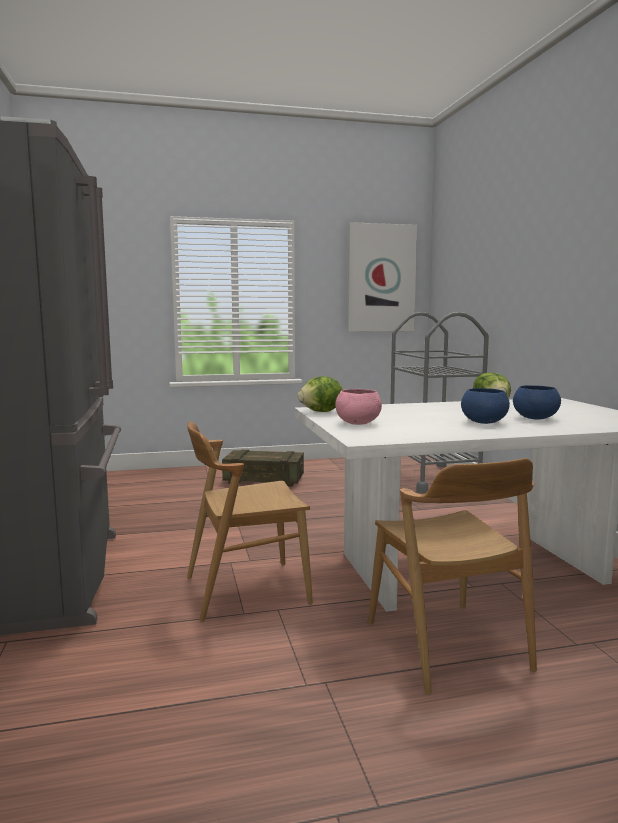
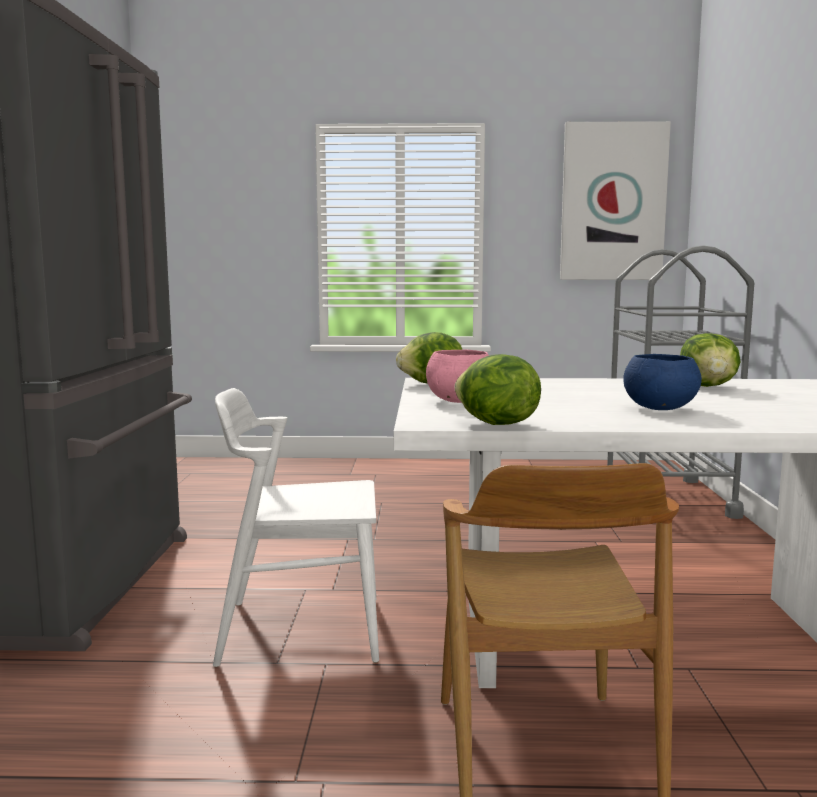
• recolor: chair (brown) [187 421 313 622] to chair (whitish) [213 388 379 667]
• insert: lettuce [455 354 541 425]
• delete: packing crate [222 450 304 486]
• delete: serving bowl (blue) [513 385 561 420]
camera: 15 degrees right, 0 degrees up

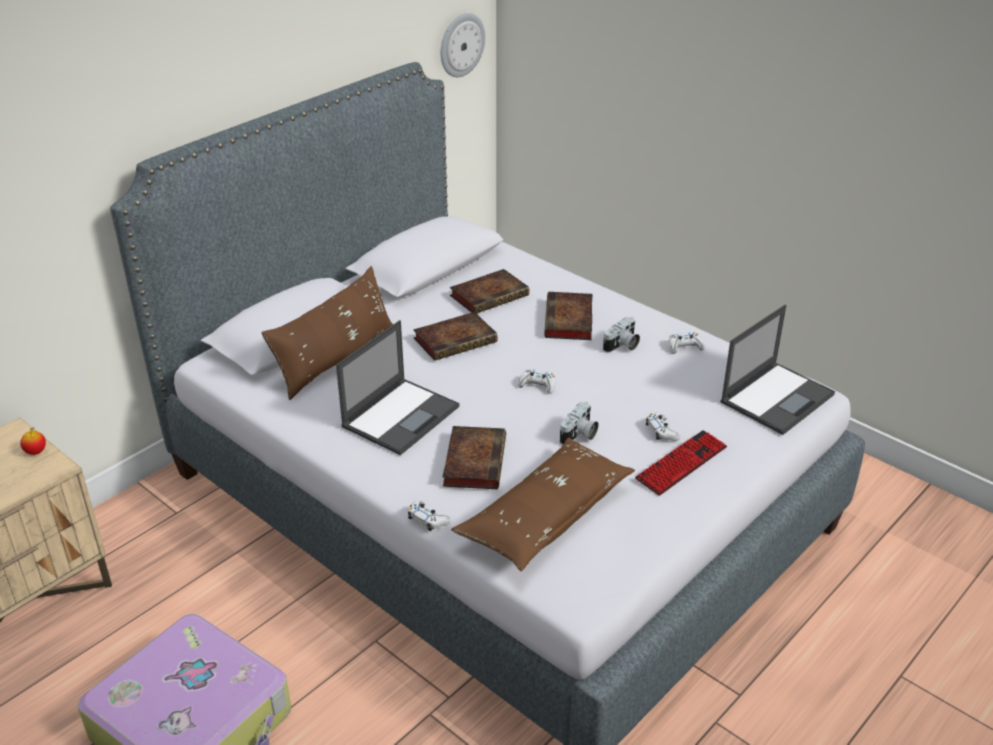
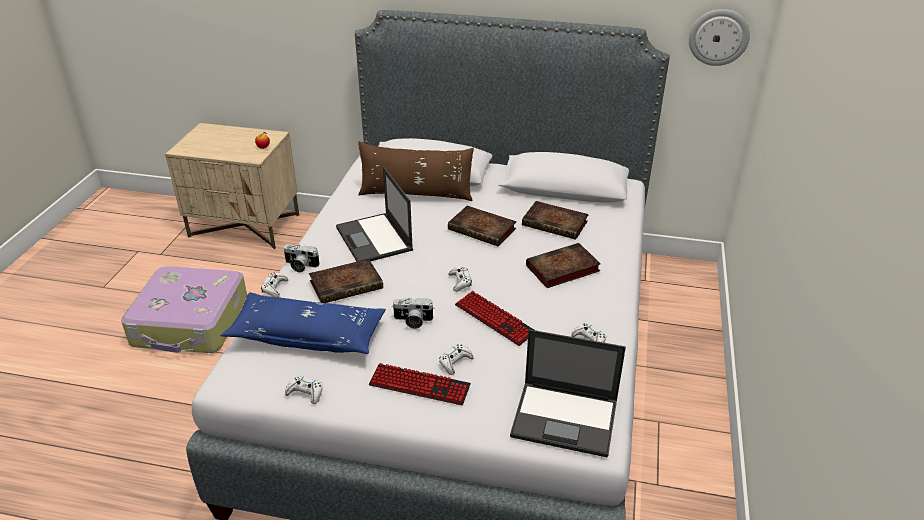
• recolor: throw pillow (brown) [451 438 635 572] to throw pillow (blue) [221 292 386 354]
• move: still camera [603 317 640 353] to [283 244 320 272]
• insert: gamepad (whitish) [285 376 323 404]
• rotate: notebook computer [336 320 459 455] = [336 167 413 262] 60 degrees clockwise
• insert: computer keyboard [455 291 534 346]
camera: 60 degrees right, 0 degrees up

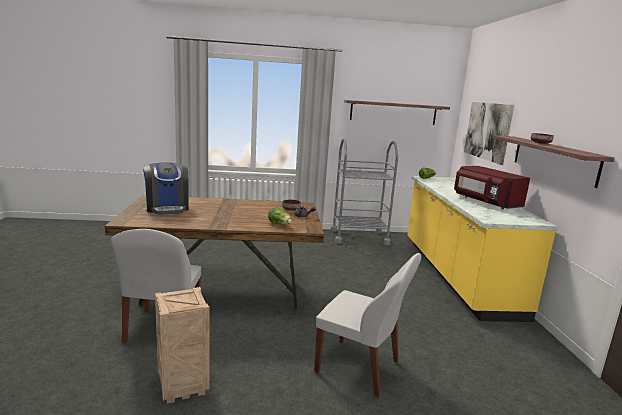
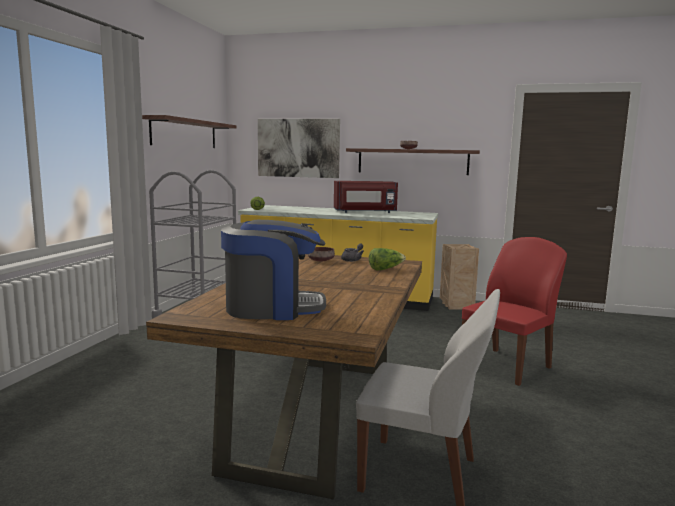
• move: packing crate [155 287 209 404] to [440 244 479 310]
• recolor: chair (whitish) [315 253 421 398] to chair (red) [462 237 567 386]
camera: 70 degrees left, 5 degrees down

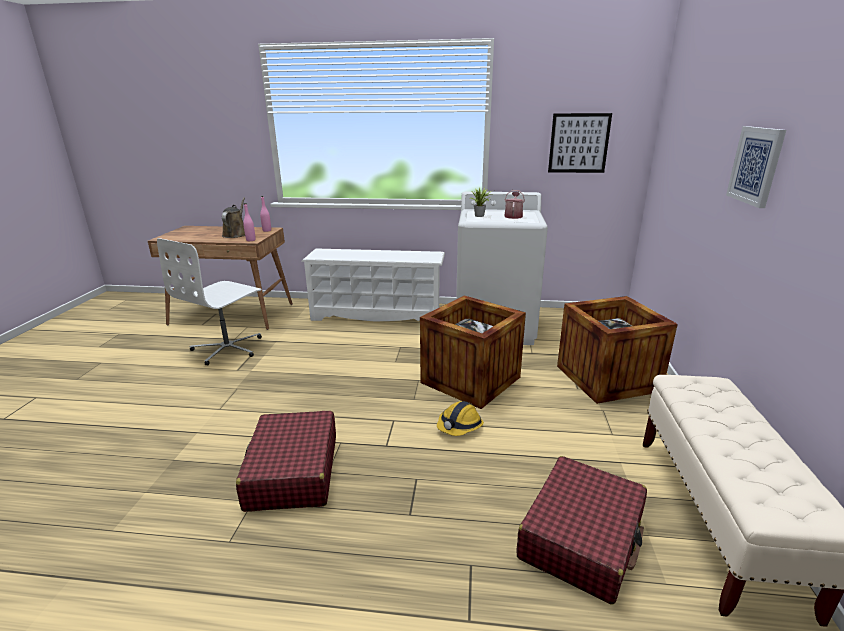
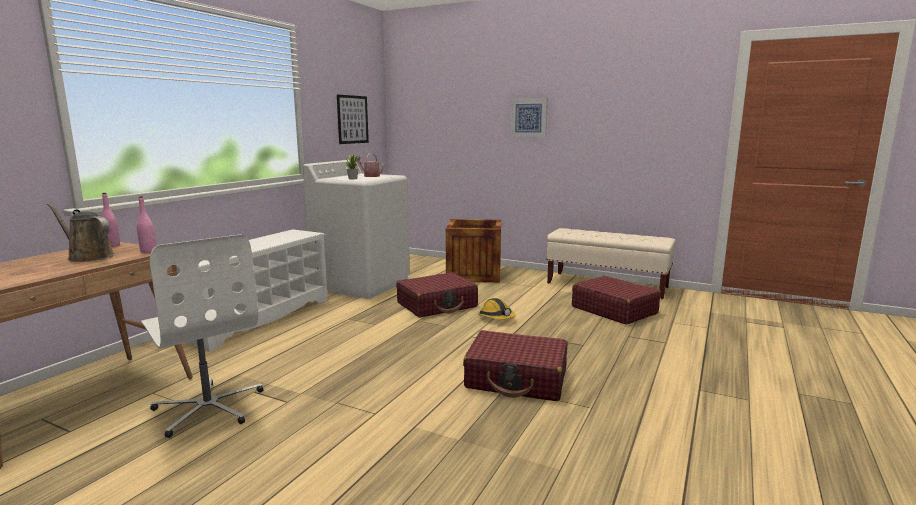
• replace: packing crate [420 295 526 409] to suitcase (red) [396 272 478 317]
camera: 70 degrees left, 10 degrees down

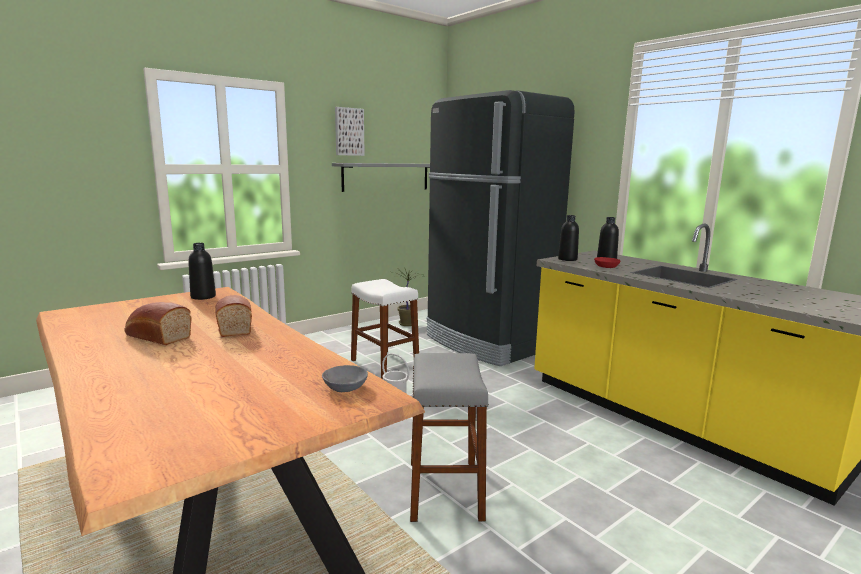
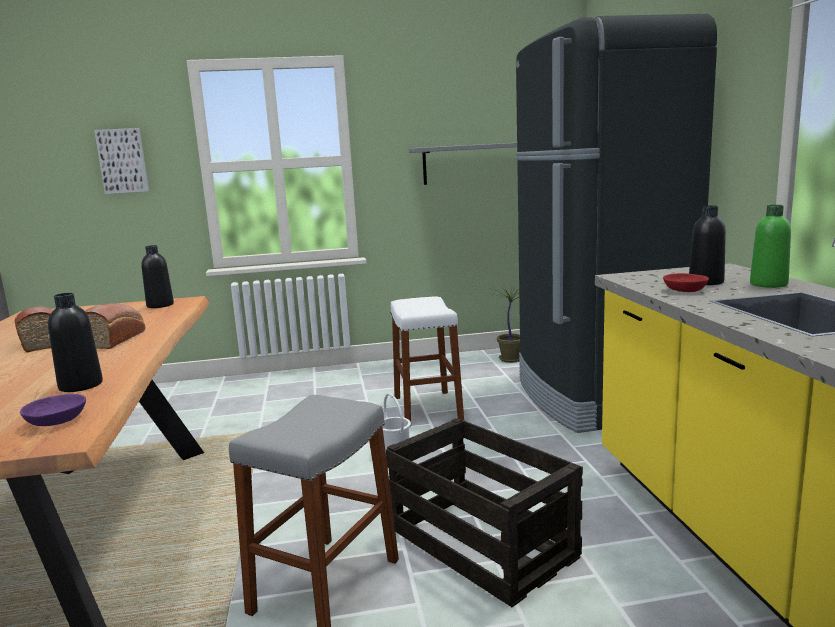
• recolor: serving bowl (gray) [322 365 368 392] to serving bowl (purple-coloured) [20 394 86 426]
• move: drink bottle (black-coloured) [558 215 579 261] to [48 293 103 392]
• move: picture [335 107 365 156] to [94 128 149 194]
• insert: packing crate [386 418 583 607]
• insert: drink bottle (green-coloured) [750 205 791 288]
camera: 30 degrees right, 0 degrees up

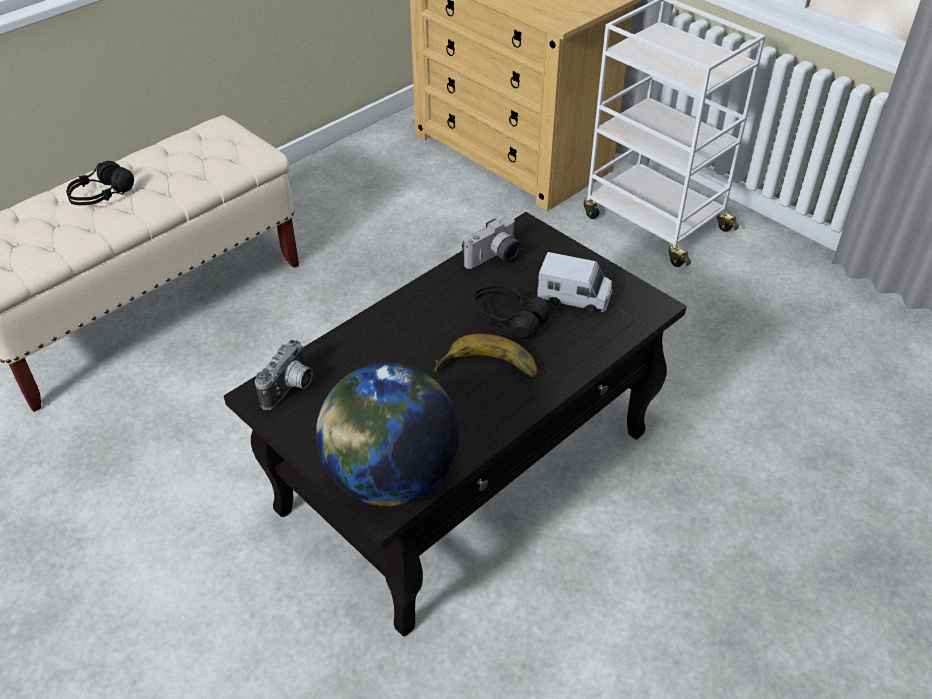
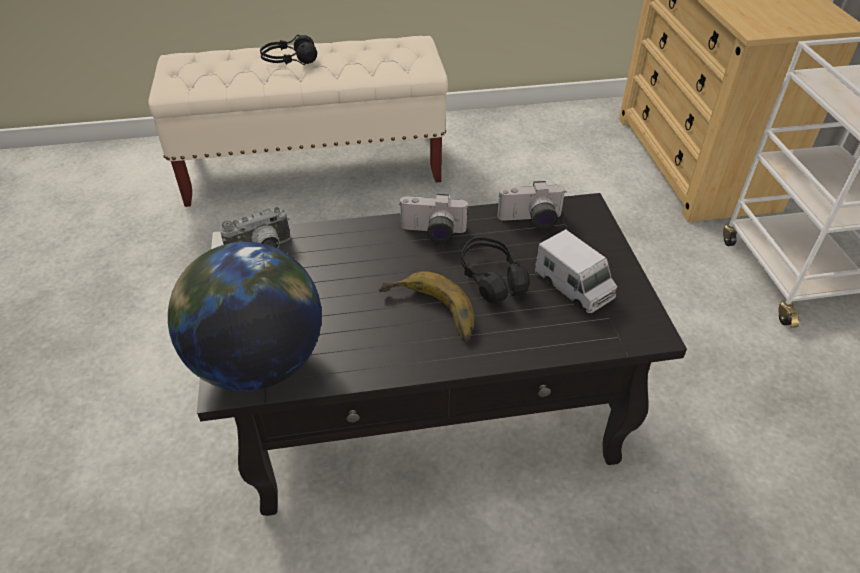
• insert: still camera [399 194 469 244]
camera: 35 degrees right, 0 degrees up

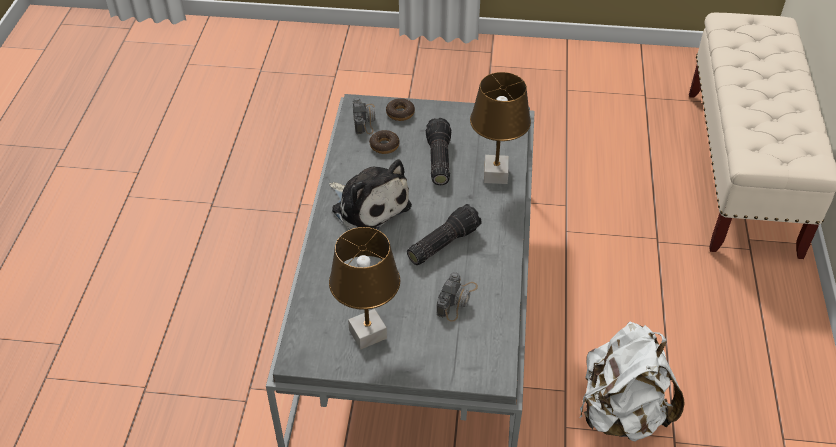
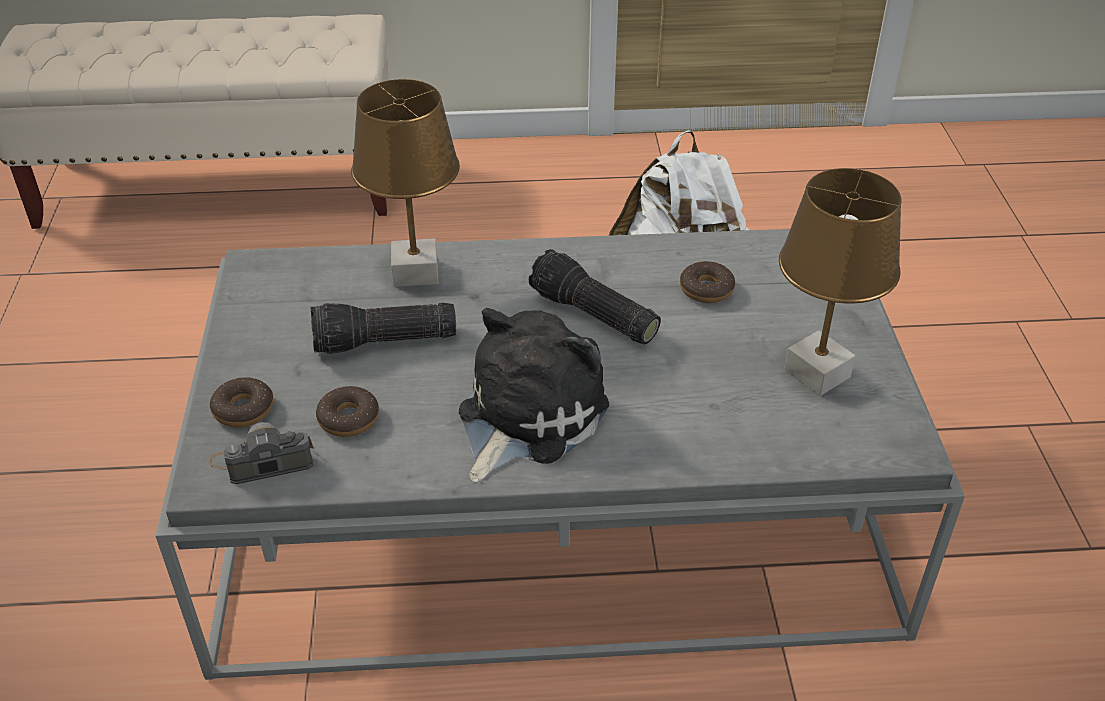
• replace: still camera [436 272 478 322] to ring doughnut [680 261 735 303]
camera: 100 degrees left, 5 degrees down

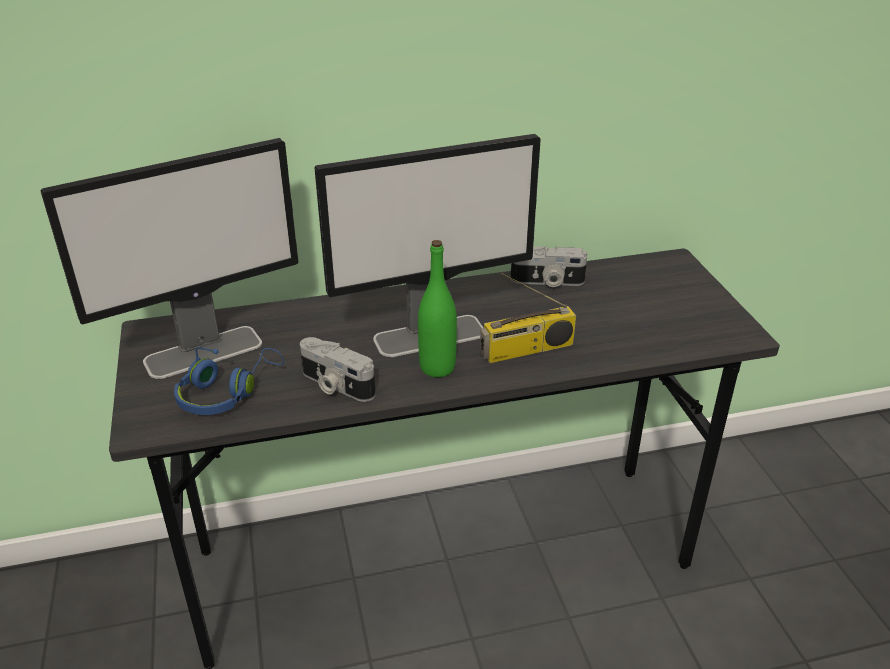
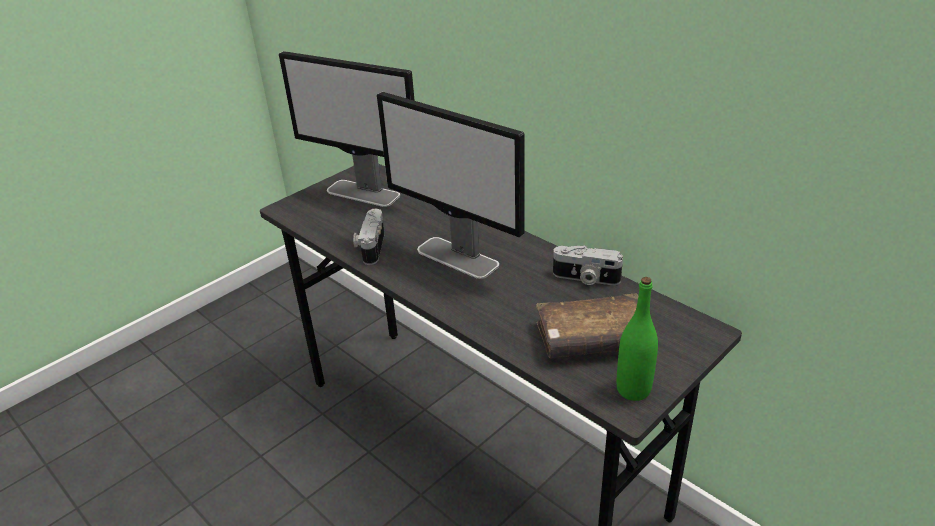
• insert: volume (brown) [536 293 638 359]
• rotate: still camera [510 246 588 287] = [553 246 623 285] 45 degrees counterclockwise
• move: drink bottle (green-coloured) [418 240 457 377] to [616 277 658 401]
• delete: headset (blue) [174 347 284 415]
• delete: radio receiver [480 272 576 363]
camera: 60 degrees right, 0 degrees up

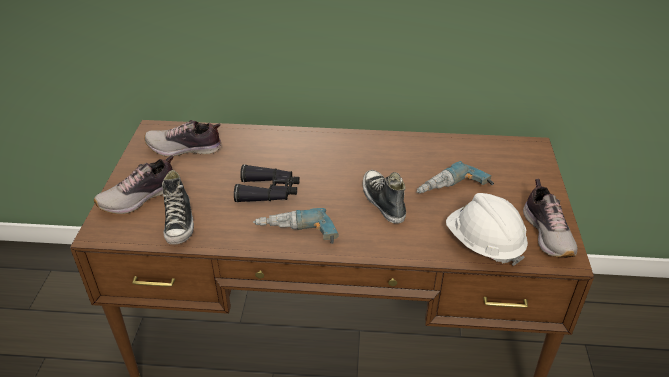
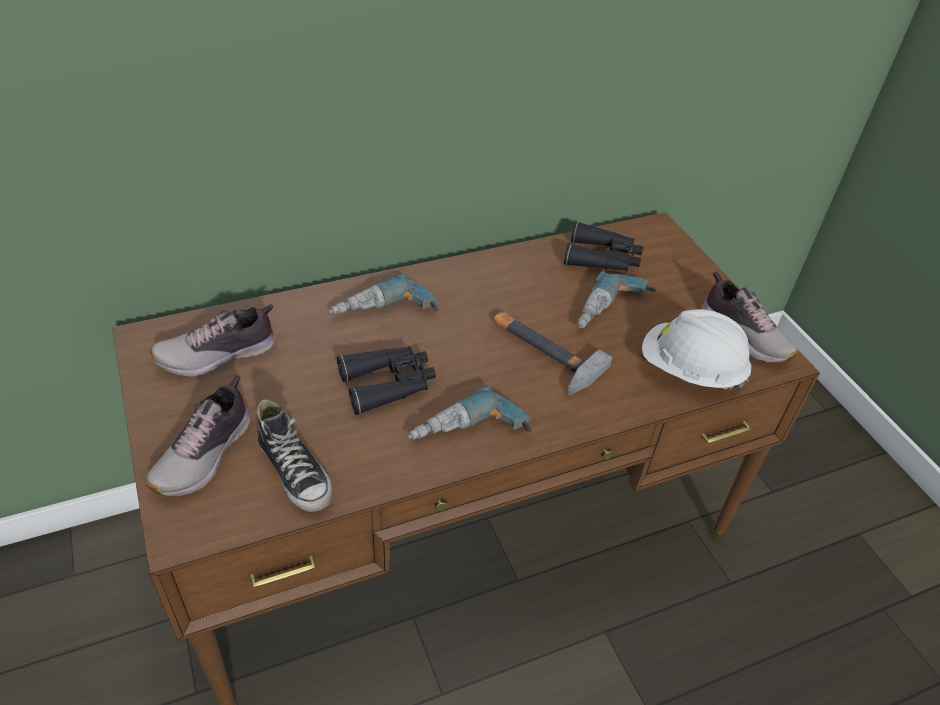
• insert: electric drill [329 274 438 314]
• replace: shoe [363 170 406 224] to hand hammer [493 312 612 396]
• insert: field glasses (black-coloured) [564 221 644 271]
camera: 30 degrees left, 5 degrees up

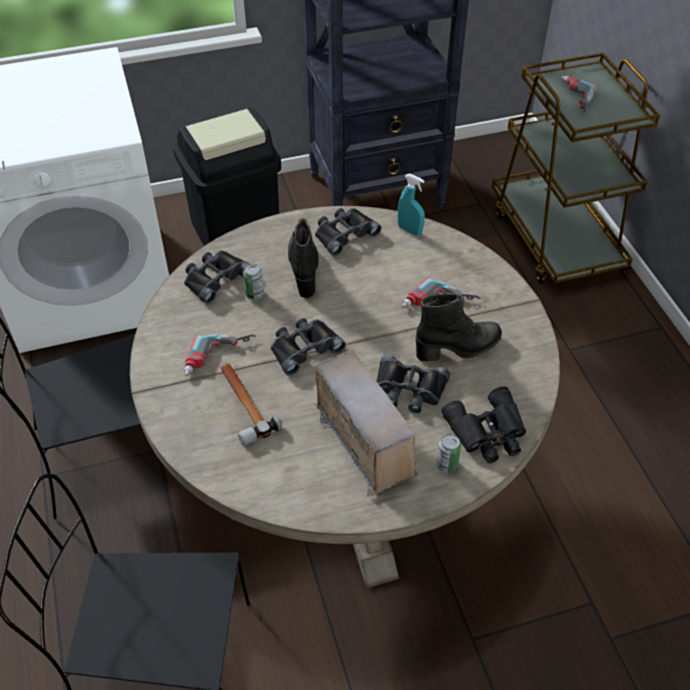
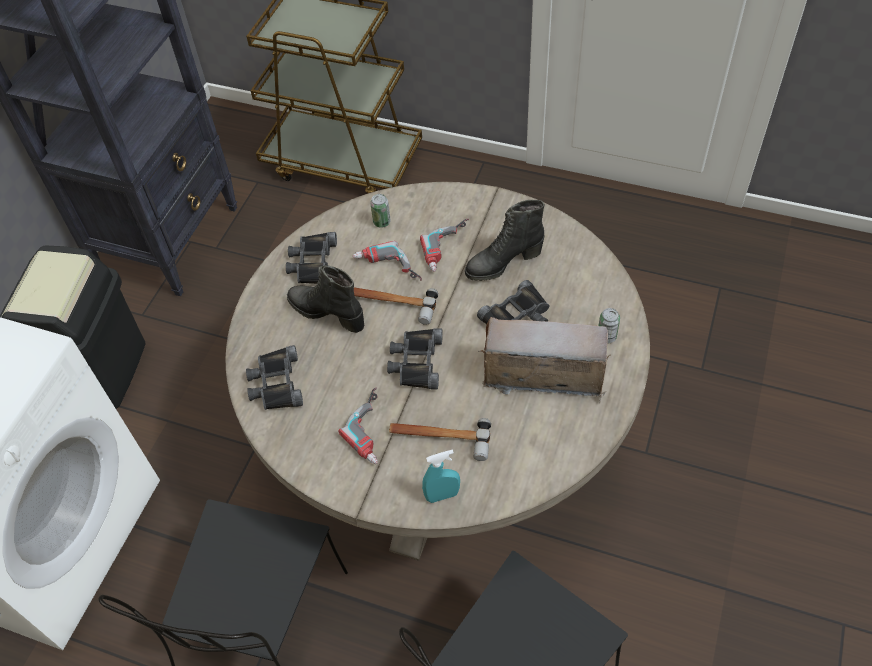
• move: electric drill [561 76 597 113] to [352 241 422 281]
• insert: hand hammer [354 288 438 325]
• move: metal can [243 264 264 300] to [370 194 391 228]
• move: sprayer (turquoise-coloured) [398 174 425 235] to [422 450 460 503]
• rotate: boot (black-coloured) [416 292 502 362] = [465 200 545 281] 135 degrees counterclockwise
• delete: field glasses (black-coloured) [442 386 526 463]
camera: 50 degrees left, 5 degrees up

